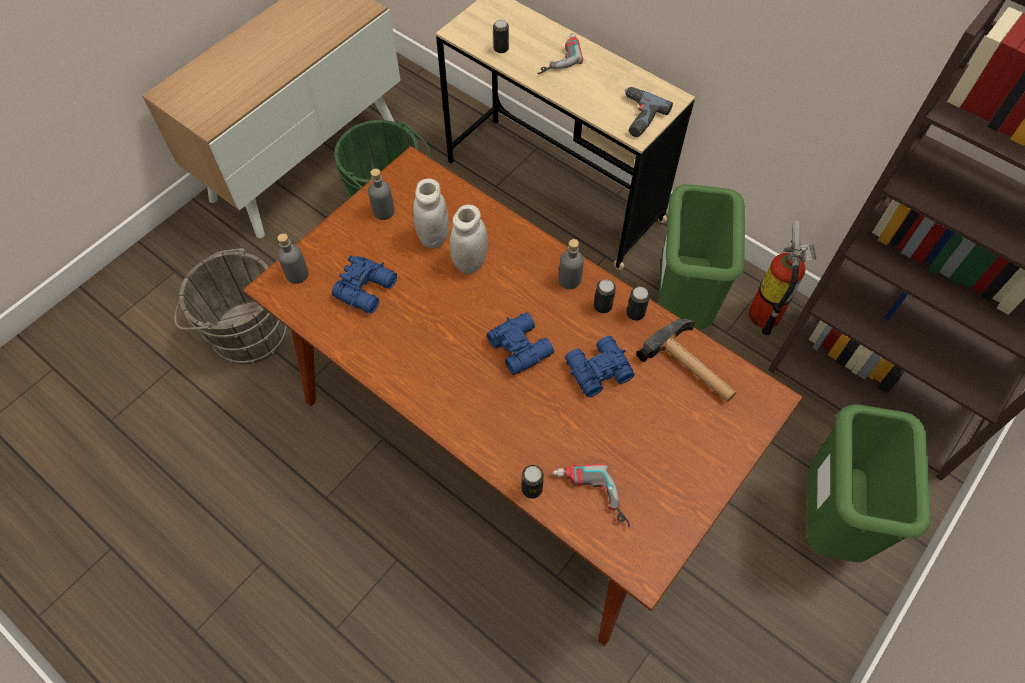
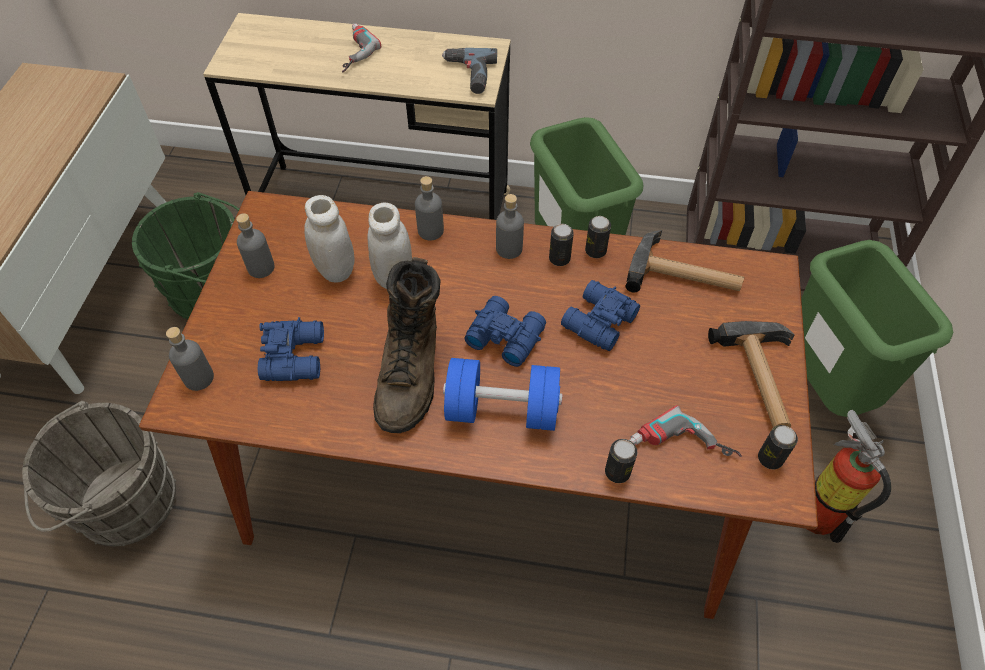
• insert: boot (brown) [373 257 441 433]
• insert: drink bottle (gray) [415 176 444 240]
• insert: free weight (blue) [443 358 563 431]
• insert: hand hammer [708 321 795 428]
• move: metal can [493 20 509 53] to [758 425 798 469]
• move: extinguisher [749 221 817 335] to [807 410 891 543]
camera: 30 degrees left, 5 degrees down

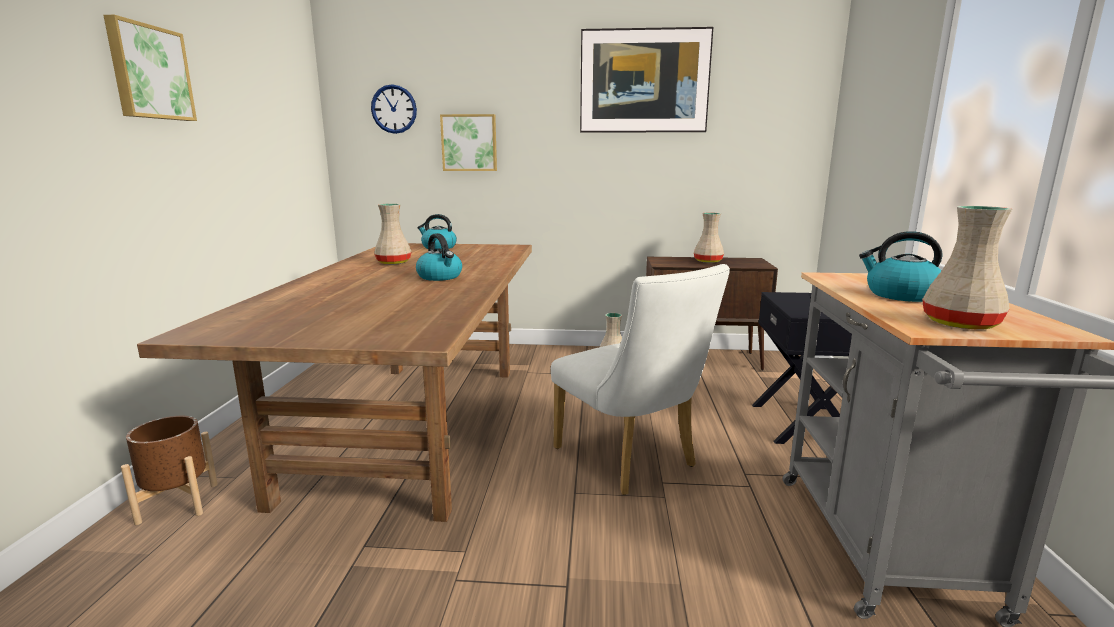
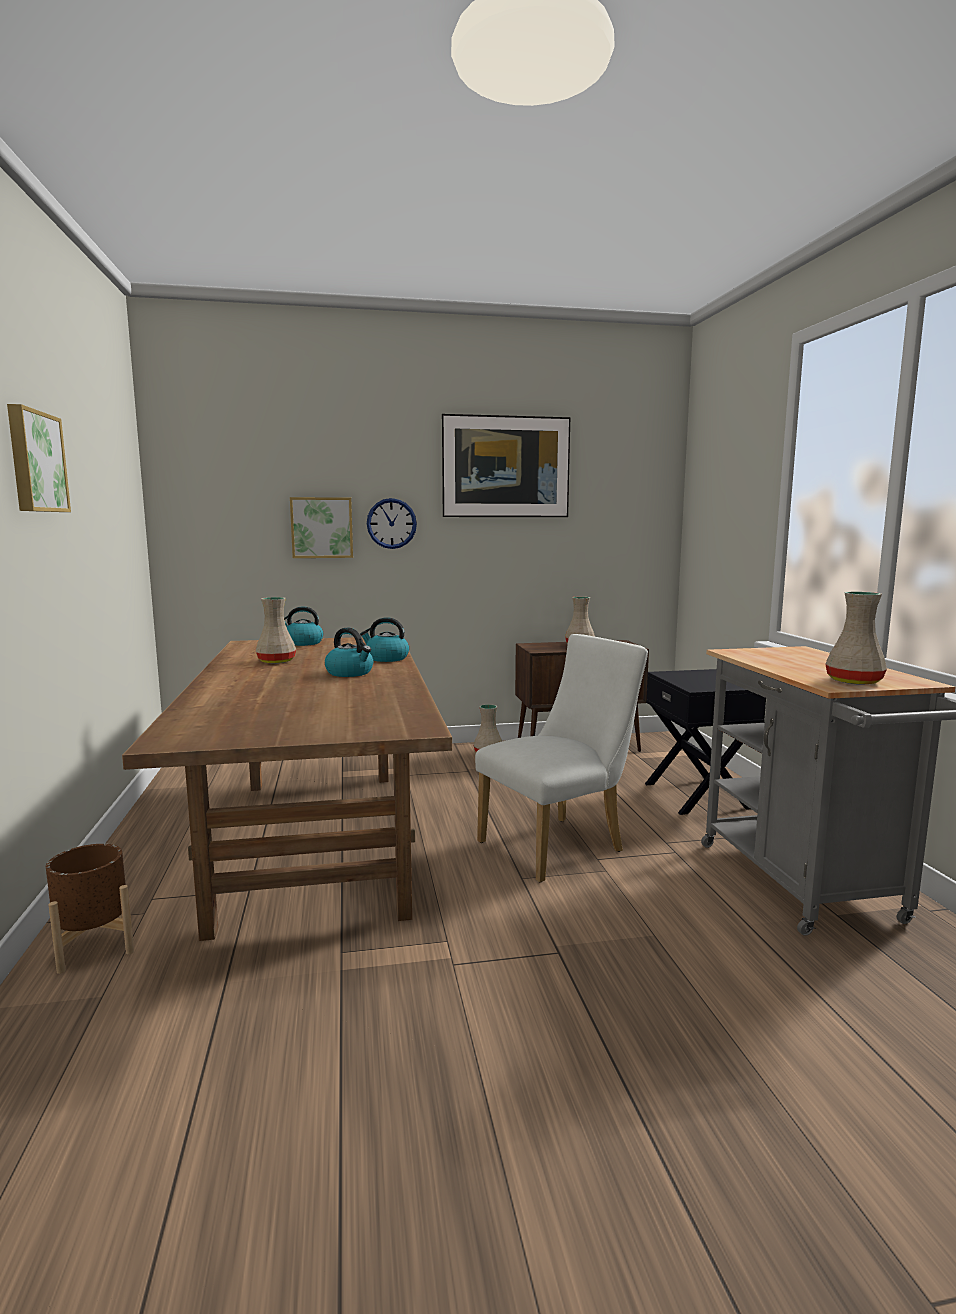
• move: tea kettle [859 231 942 302] to [360 617 409 662]
• move: hanging clock [371 84 417 134] to [367 498 417 549]
• rotate: chair (whitish) [551 264 730 495] = [475 634 648 883] 75 degrees counterclockwise
camera: 15 degrees left, 5 degrees down

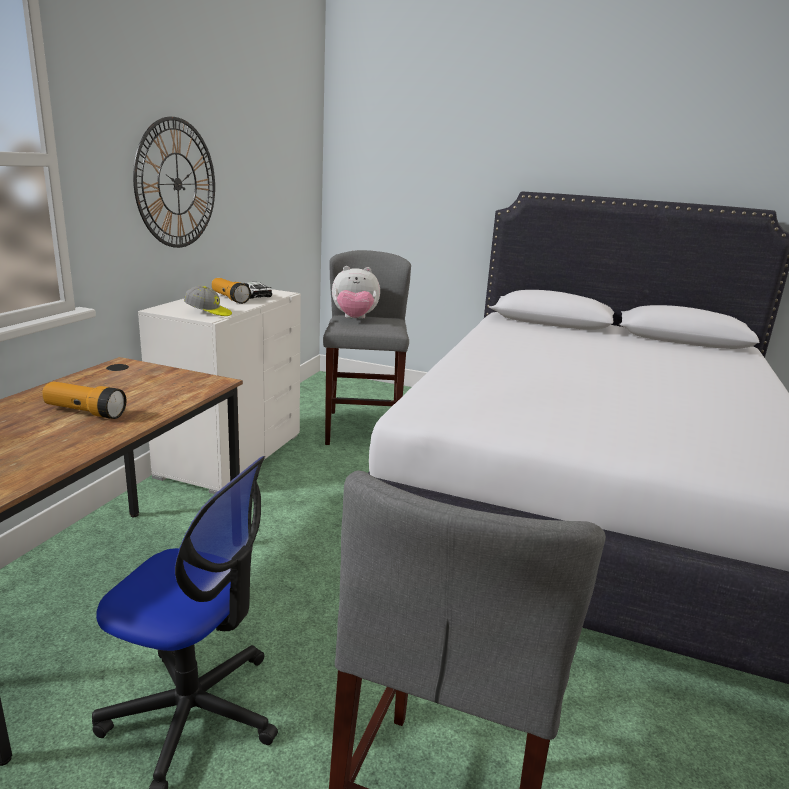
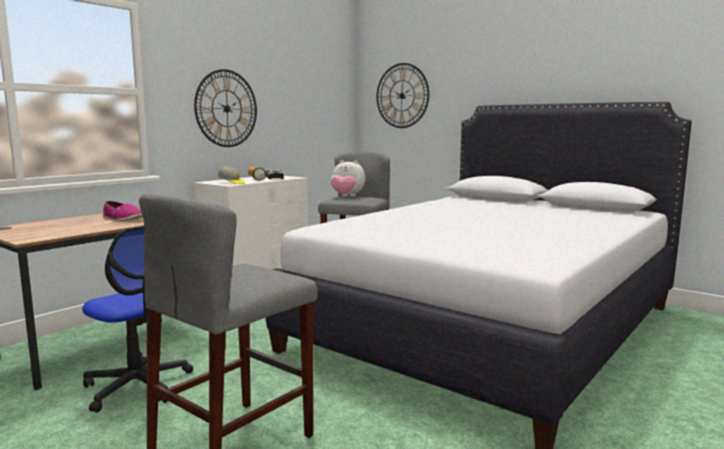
• replace: torch [42 381 126 419] to shoe [103 201 143 221]
• insert: hanging clock [377 63 429 128]
camera: 20 degrees right, 10 degrees down

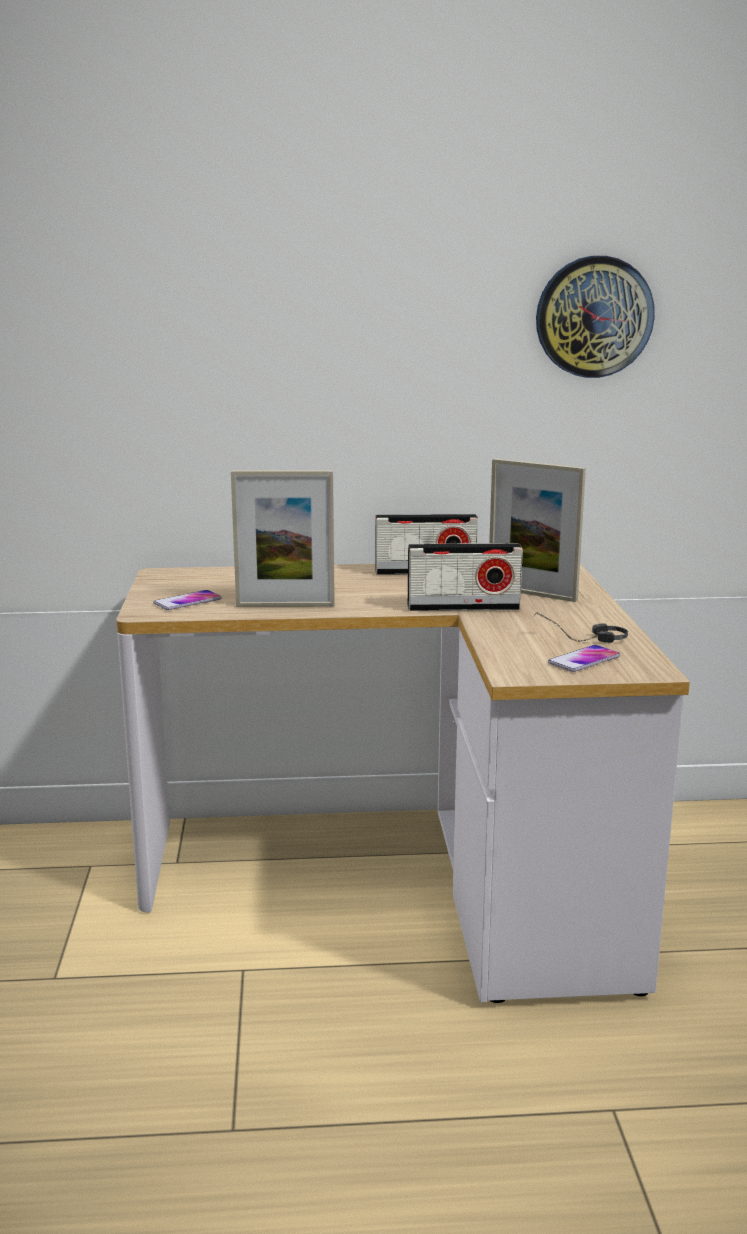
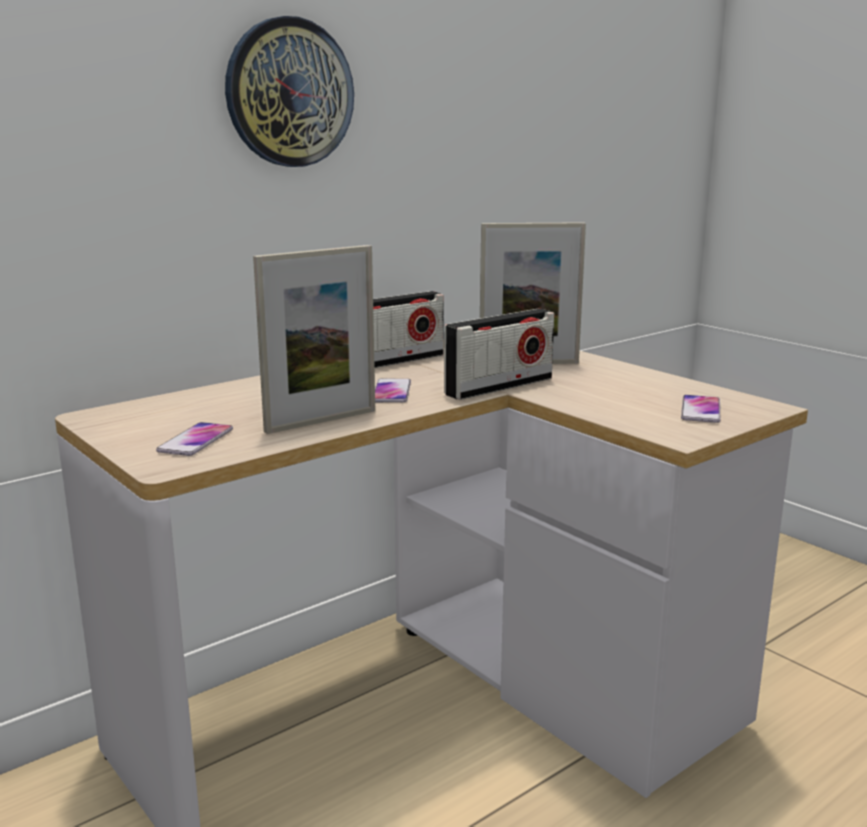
• move: hanging clock [536 256 655 378] to [225 16 354 167]
• insert: phone [375 379 411 403]
• delete: headset [533 612 628 643]
camera: 35 degrees left, 0 degrees up

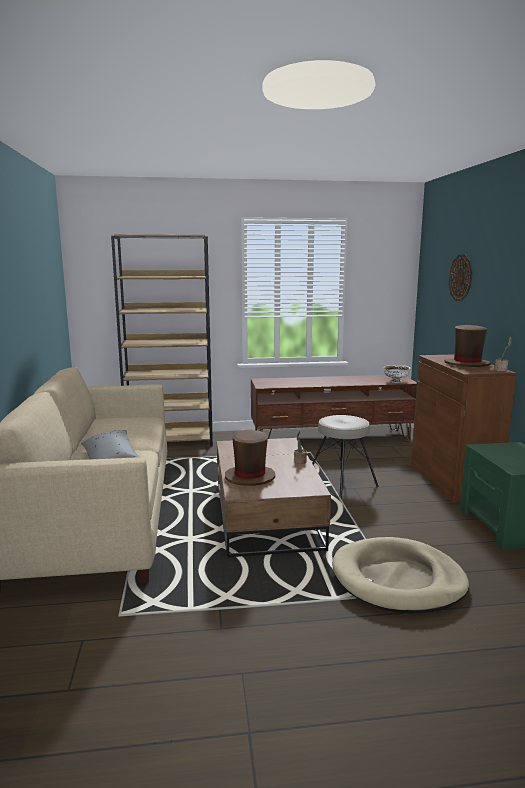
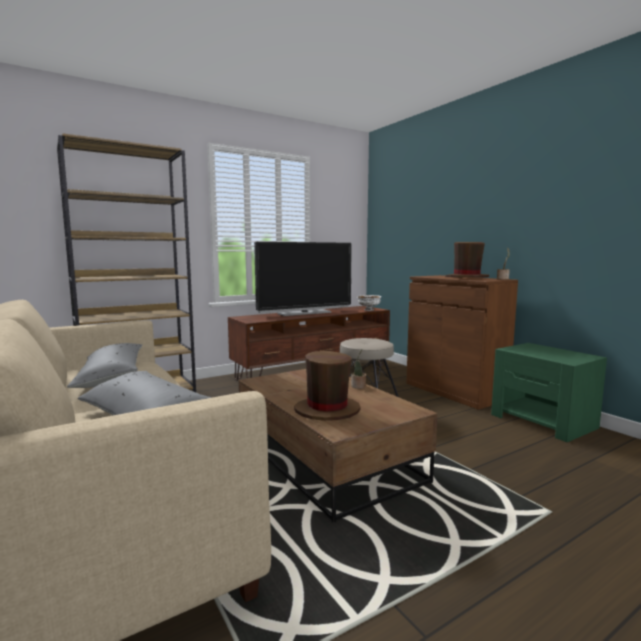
• insert: throw pillow (gray) [67 343 142 388]
• insert: TV set [254 242 352 316]
• delete: dog cushion (beige-coloured) [332 537 469 613]
• delete: hanging clock [449 255 472 301]
camera: 25 degrees left, 5 degrees down

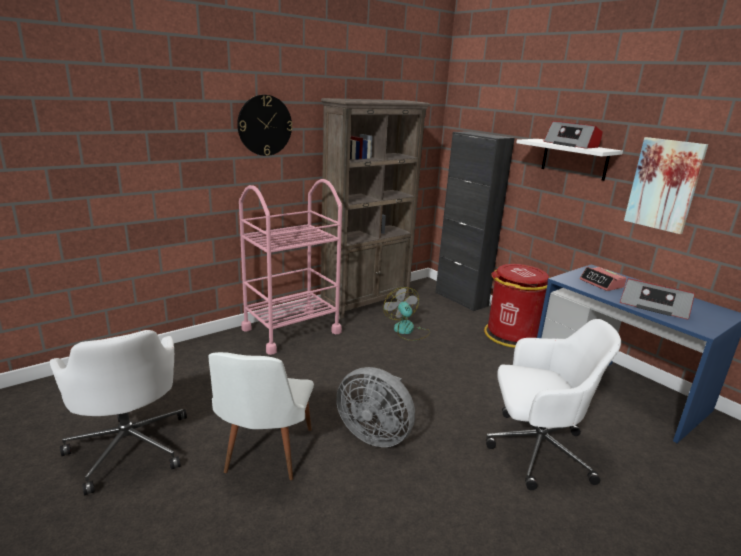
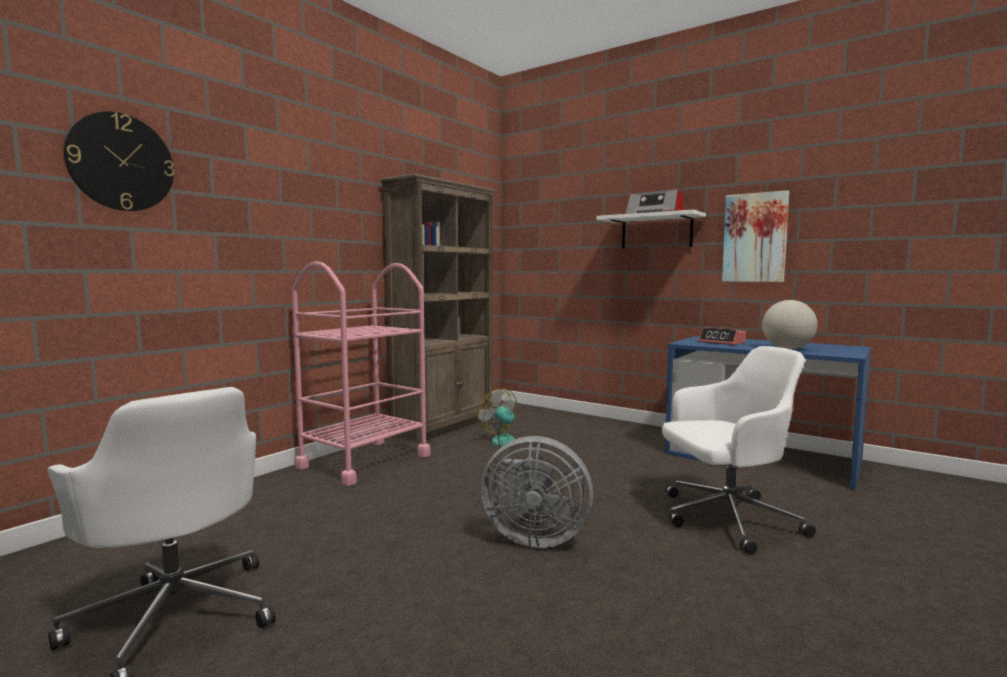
• move: hanging clock [237 95 293 156] to [63 111 175 211]
• replace: radio receiver [620 278 695 320] to globe [762 300 817 349]
• delete: chair (whitish) [208 352 314 480]
• delete: cupboard (black-coloured) [435 131 514 311]
• delete: trash can (red) [484 264 550 348]
camera: 15 degrees left, 15 degrees down

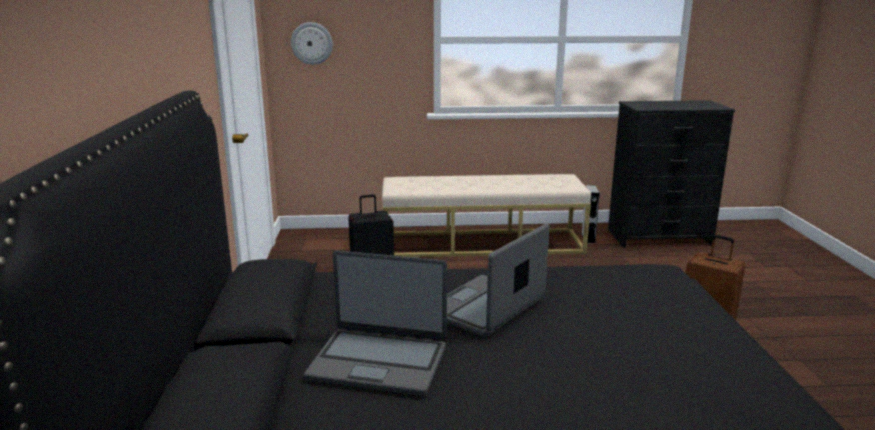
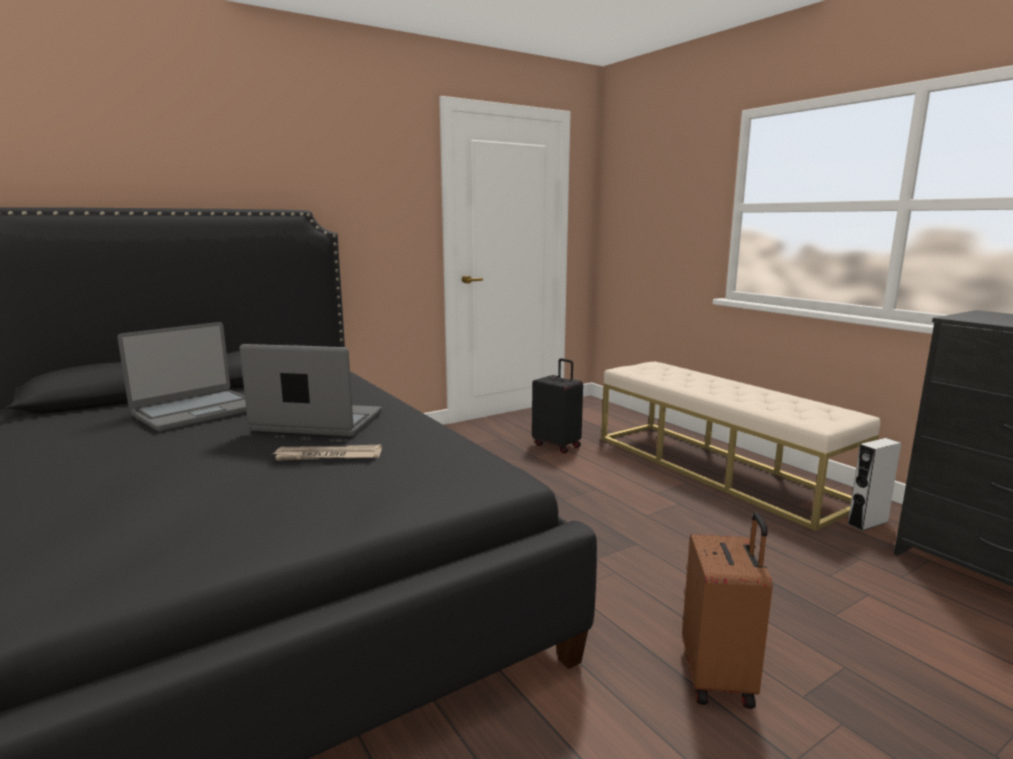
• rotate: notebook computer [304 251 447 396] = [117 322 246 432] 120 degrees counterclockwise
• insert: printed paper [270 445 382 461]
• delete: hanging clock [291 22 333 65]
camera: 60 degrees right, 5 degrees down

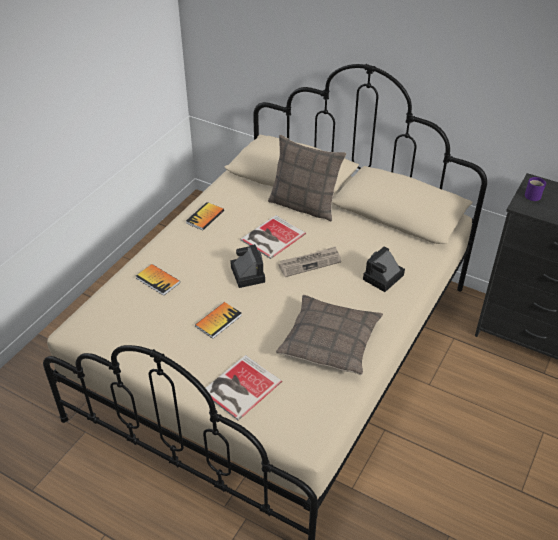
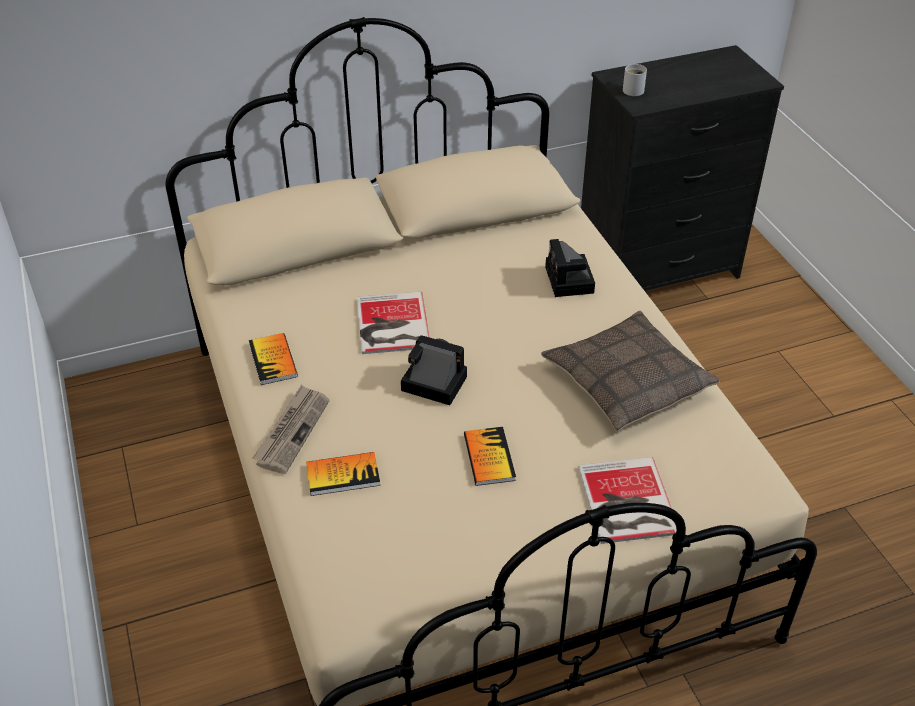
• move: printed paper [279 246 341 277] to [252 385 330 474]
• recolor: mug (purple-coloured) [525 177 546 201] to mug (whitish) [623 64 647 96]
• delete: throw pillow [268 135 347 221]
camera: 50 degrees left, 0 degrees up

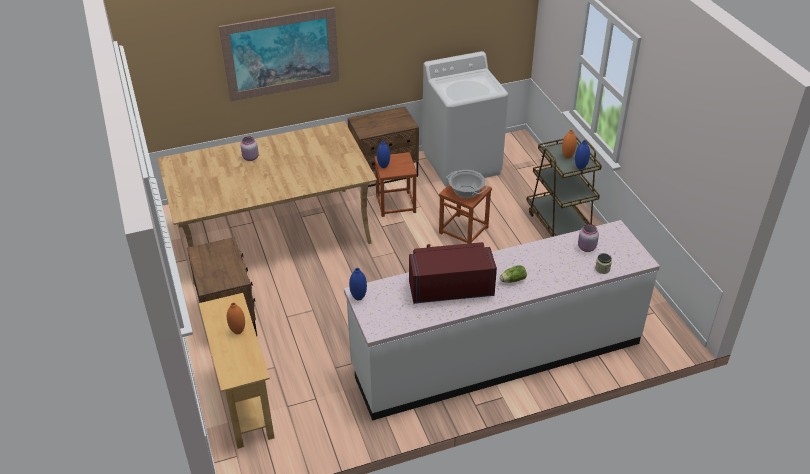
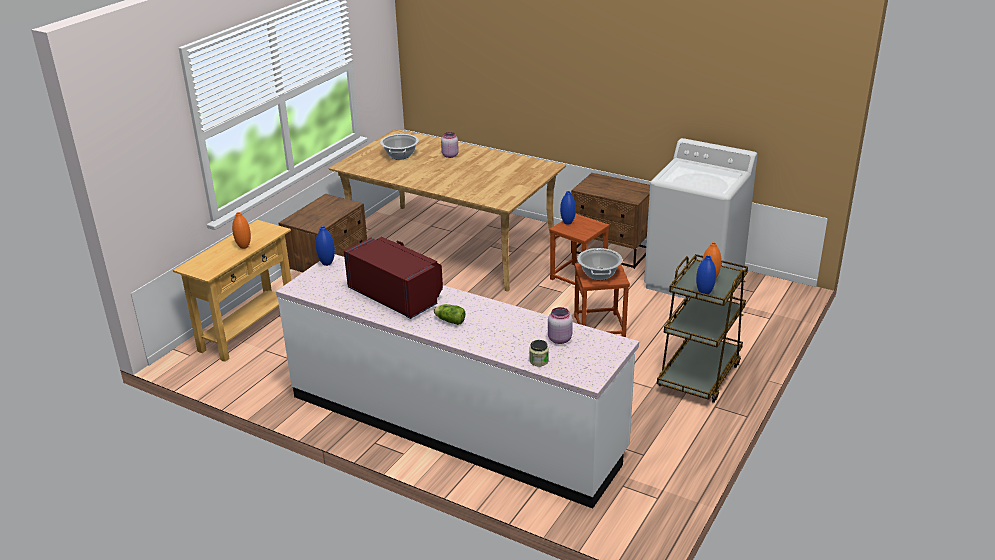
• insert: stockpot [380 134 419 160]
• delete: picture [219 7 339 101]
camera: 50 degrees right, 10 degrees down

